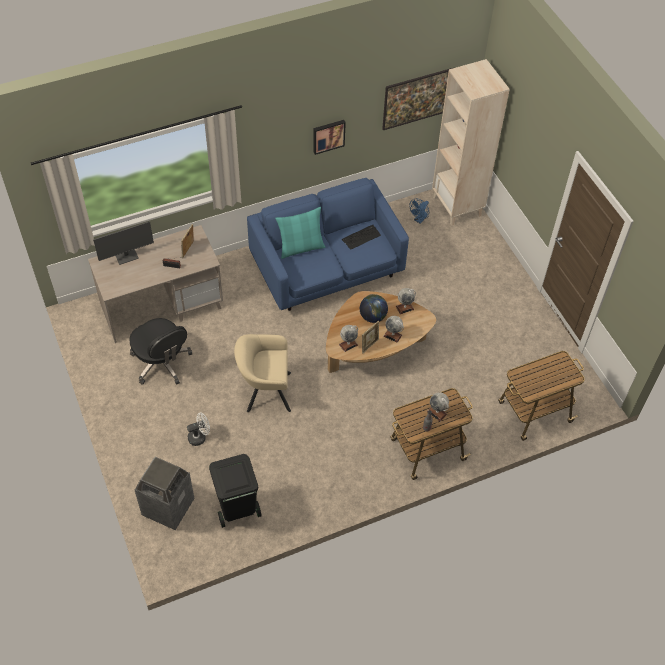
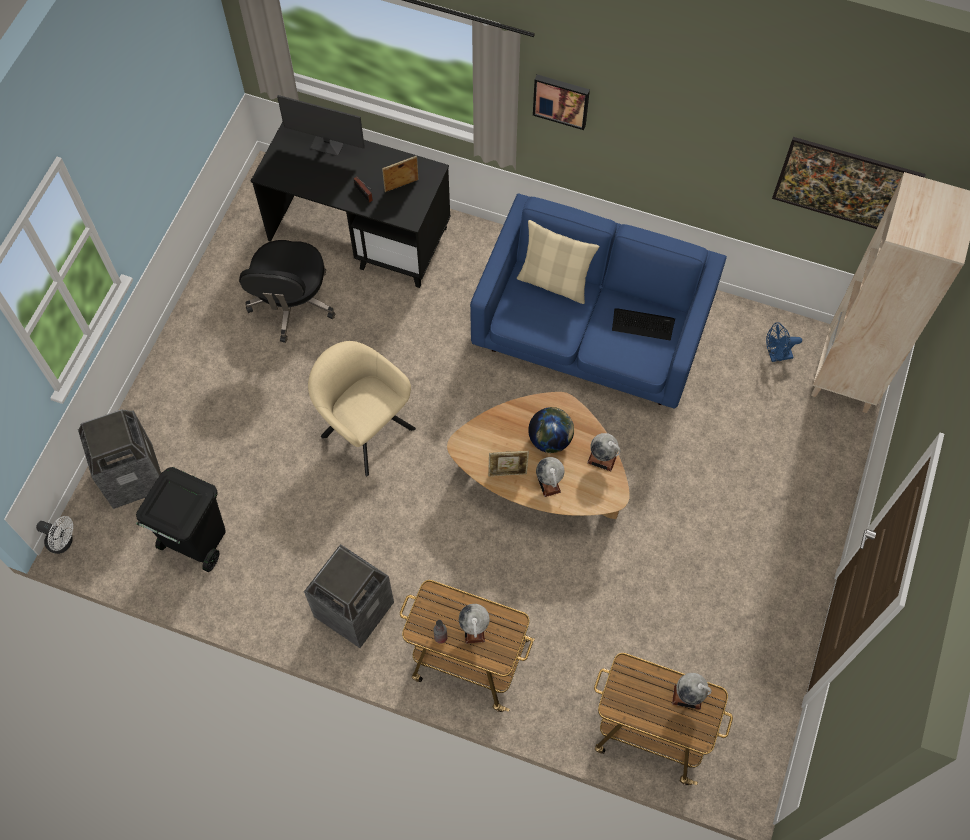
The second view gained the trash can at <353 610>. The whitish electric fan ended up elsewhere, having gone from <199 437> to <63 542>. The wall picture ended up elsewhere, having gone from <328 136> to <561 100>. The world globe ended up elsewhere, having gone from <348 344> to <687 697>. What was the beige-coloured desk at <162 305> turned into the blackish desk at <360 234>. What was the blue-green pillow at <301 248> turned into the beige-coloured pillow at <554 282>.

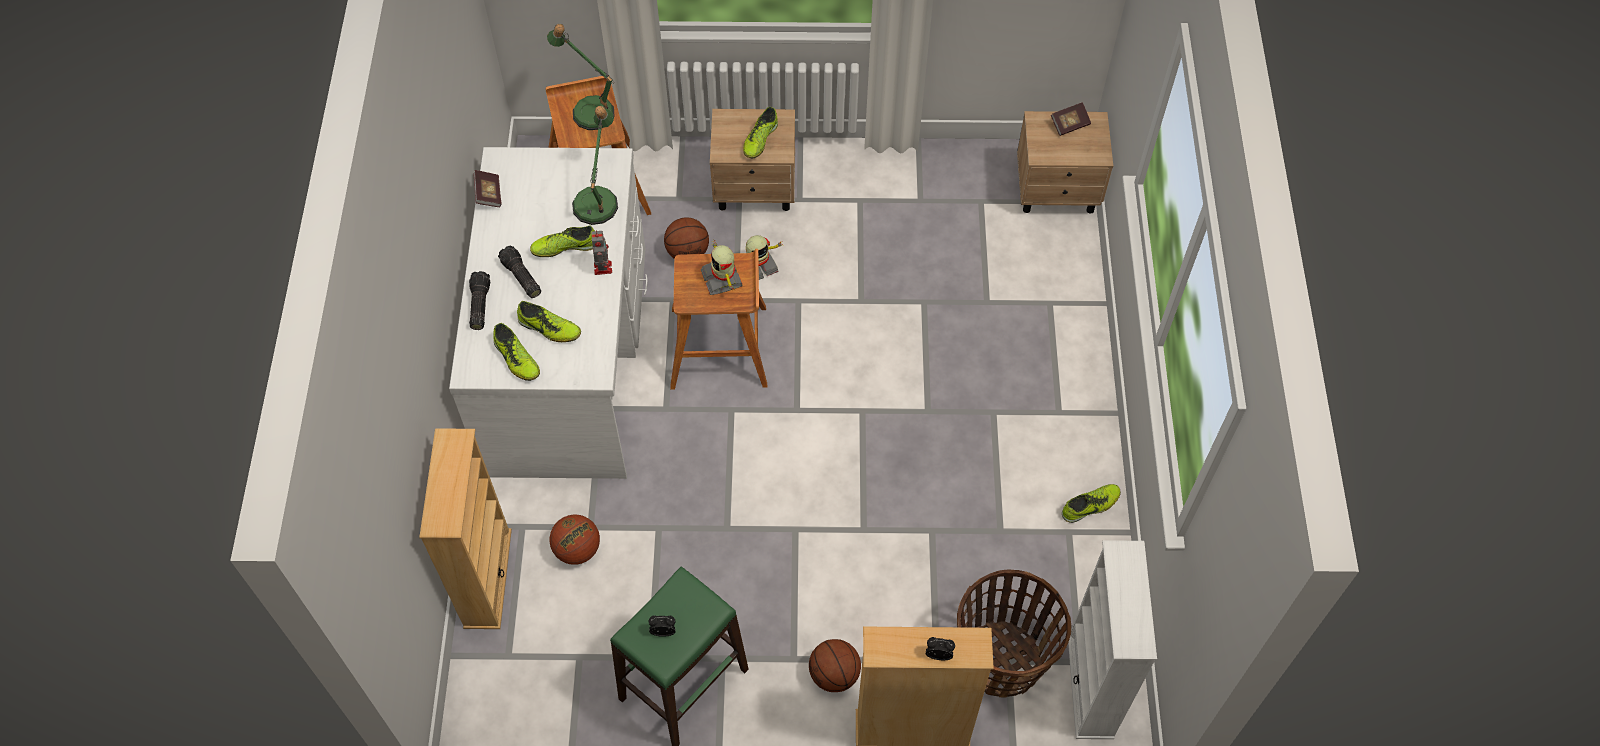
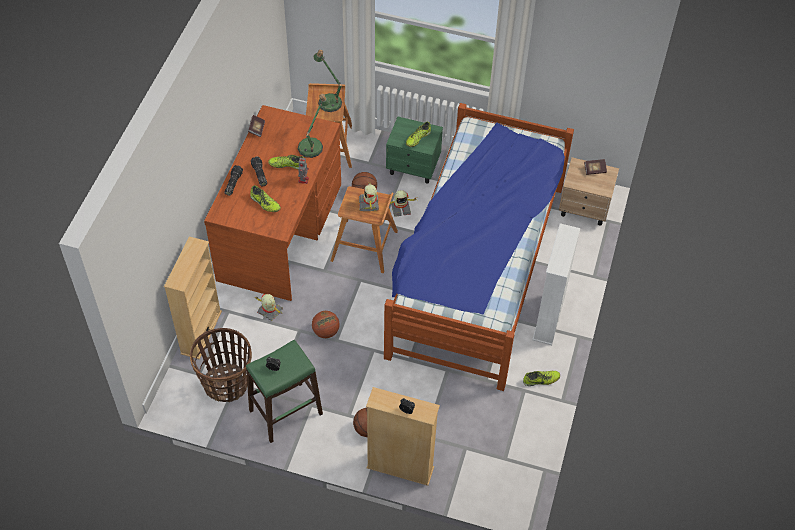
The second view lost the item of footwear at <516 359>. The second view gained the toy robot at <269 311>. The second view gained the sleeping bed at <476 269>. The basketball ball ended up elsewhere, having gone from <577 549> to <326 331>. The basket ended up elsewhere, having gone from <1001 660> to <226 383>. The whitish shelving unit ended up elsewhere, having gone from <1090 684> to <548 319>. What was the whitish desk at <568 359> turned into the brown-coloured desk at <281 232>. What was the beige-coloured bedside table at <756 188> turned into the greenish bedside table at <414 167>.

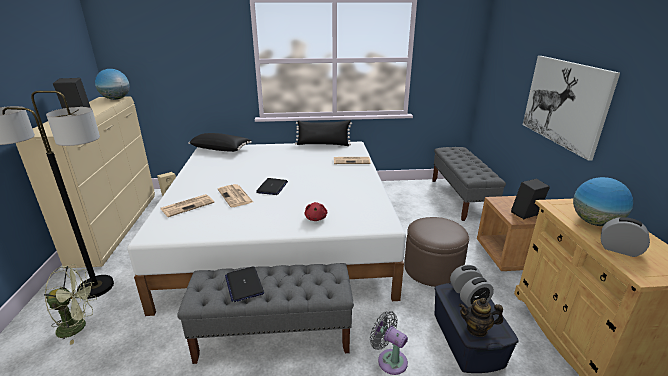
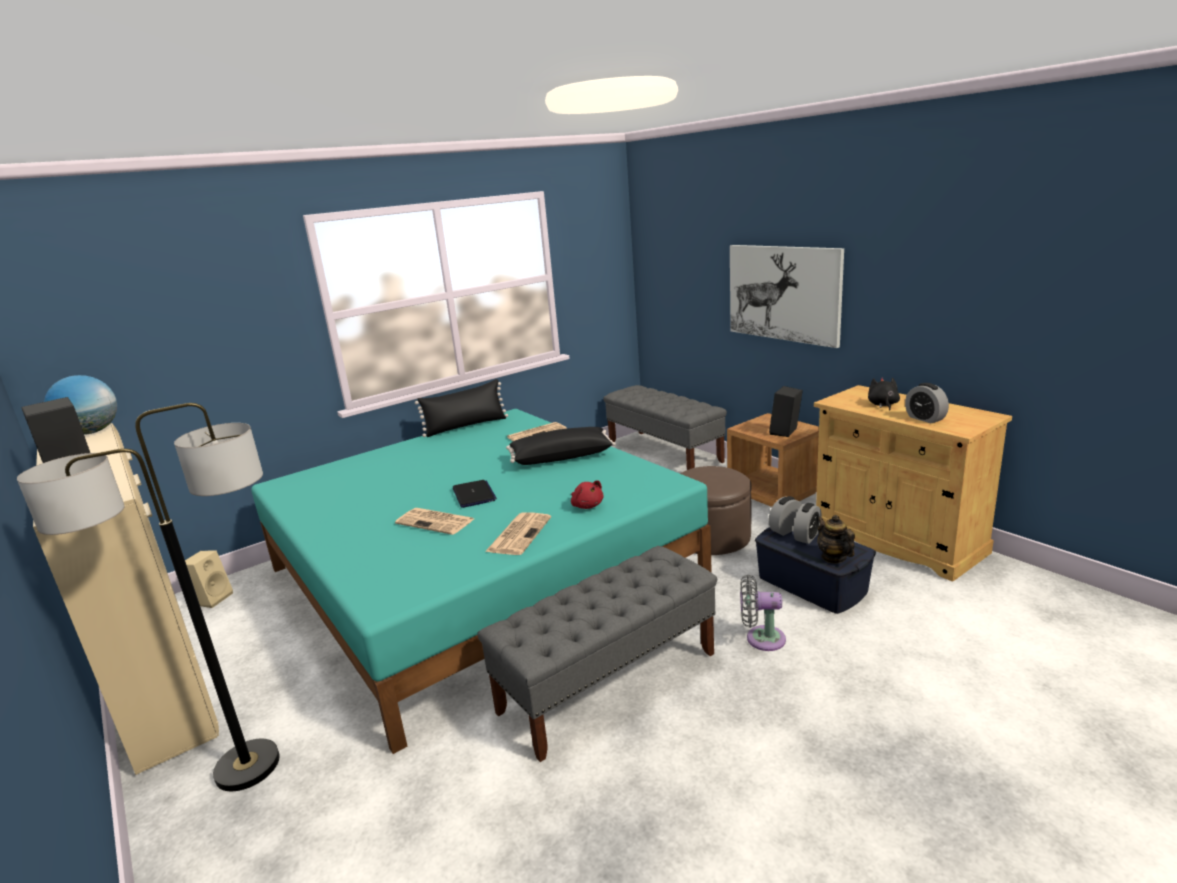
The second view lost the greenish electric fan at <78 326>. The second view lost the laptop at <244 284>. The printed paper ended up elsewhere, having gone from <188 205> to <519 534>. The blackish pillow ended up elsewhere, having gone from <221 149> to <561 457>. Where the world globe stood at <594 222>, the blackish plush toy came to stand at <883 405>. What was the whitish sleeping bed at <281 234> turned into the blue-green sleeping bed at <479 575>. The teapot at <477 329> ended up facing another way, 90 degrees clockwise from before. The alarm clock at <619 250> ended up facing another way, 120 degrees counterclockwise from before.

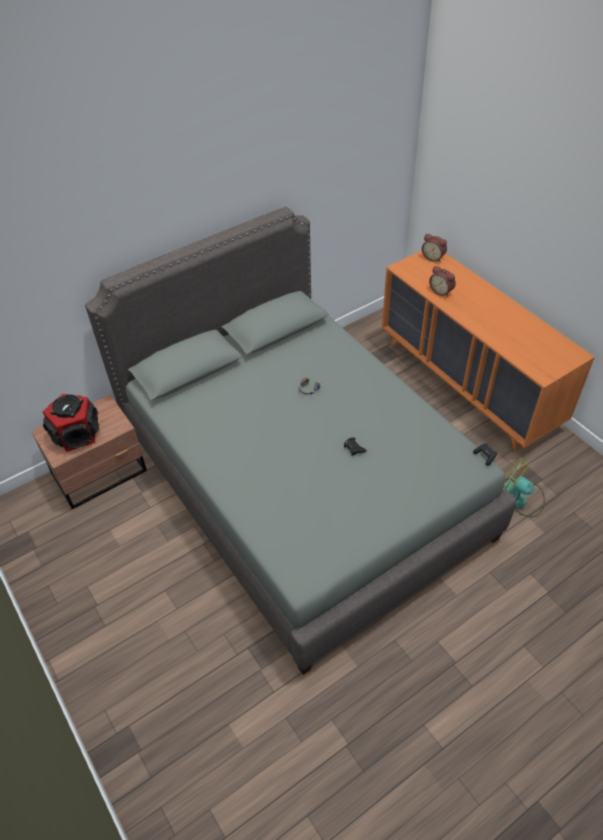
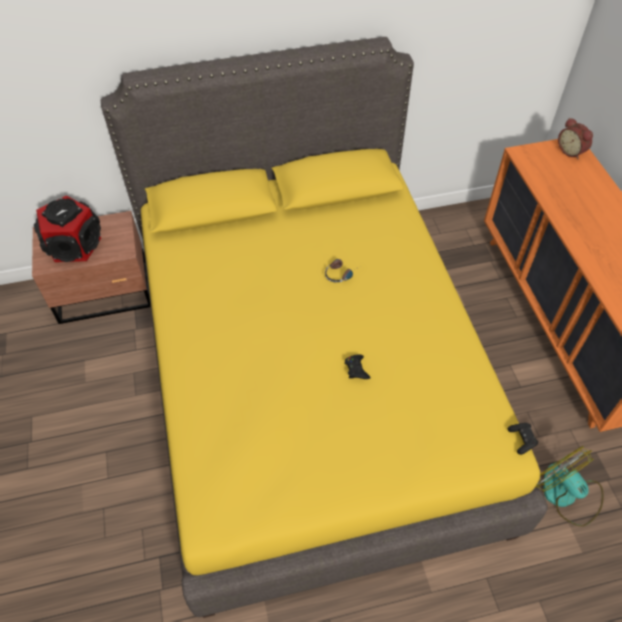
The second view lost the alarm clock at <441 291>. What was the gray sleeping bed at <302 484> turned into the yellow-coloured sleeping bed at <310 381>.

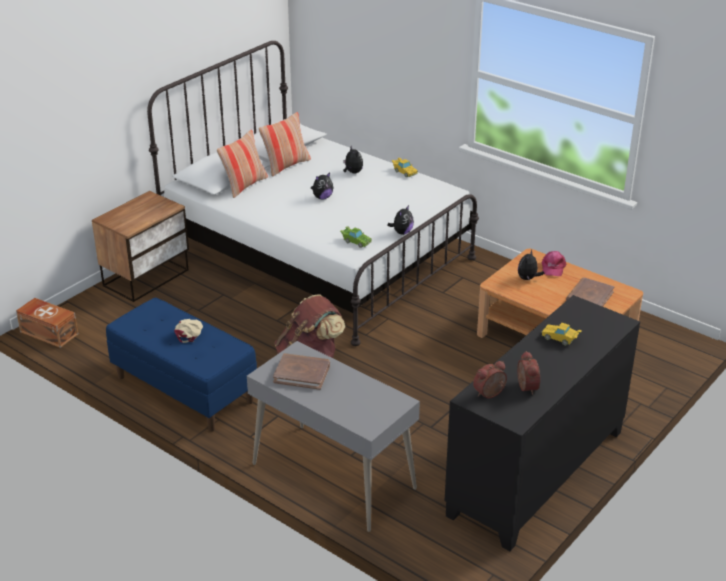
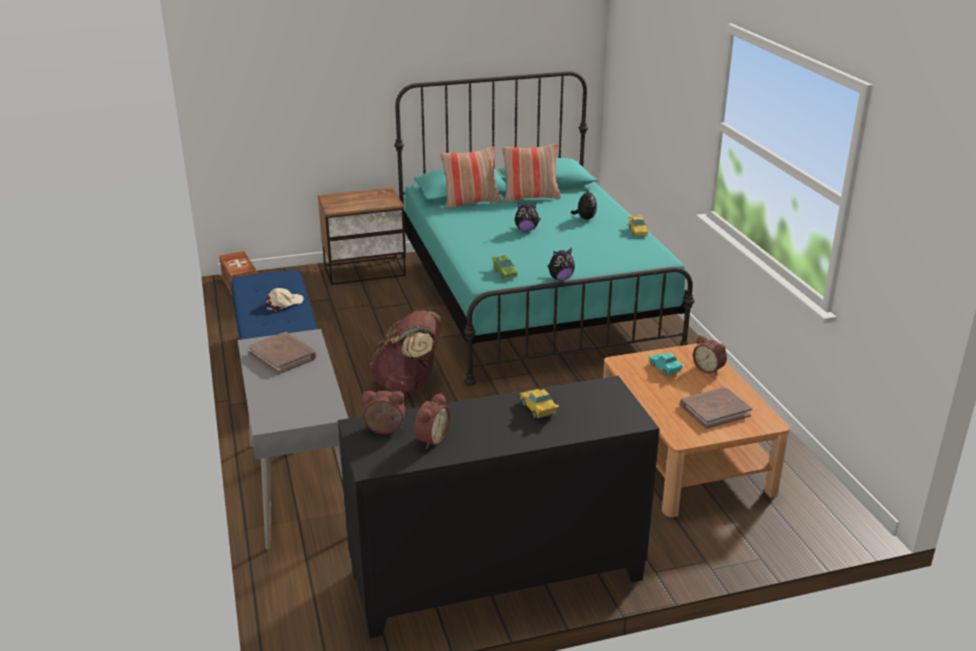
Where the plush toy stood at <528 278>, the blue-green toy car came to stand at <666 369>. Where the pinkish cap stood at <553 267>, the alarm clock came to stand at <709 369>. What was the whitish sleeping bed at <317 255> turned into the blue-green sleeping bed at <531 300>.

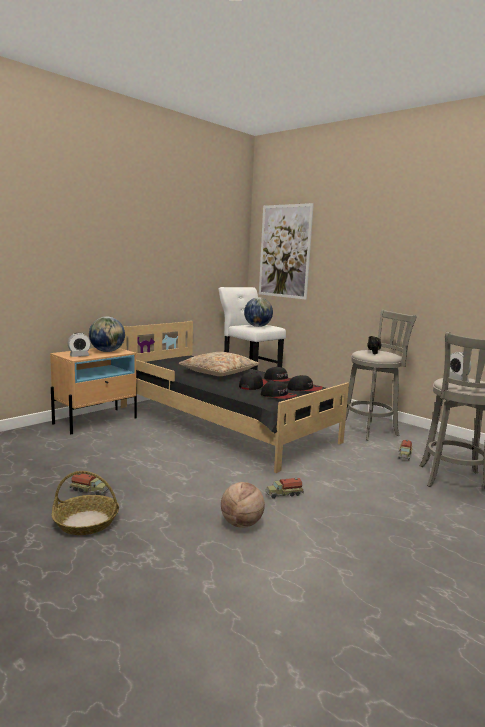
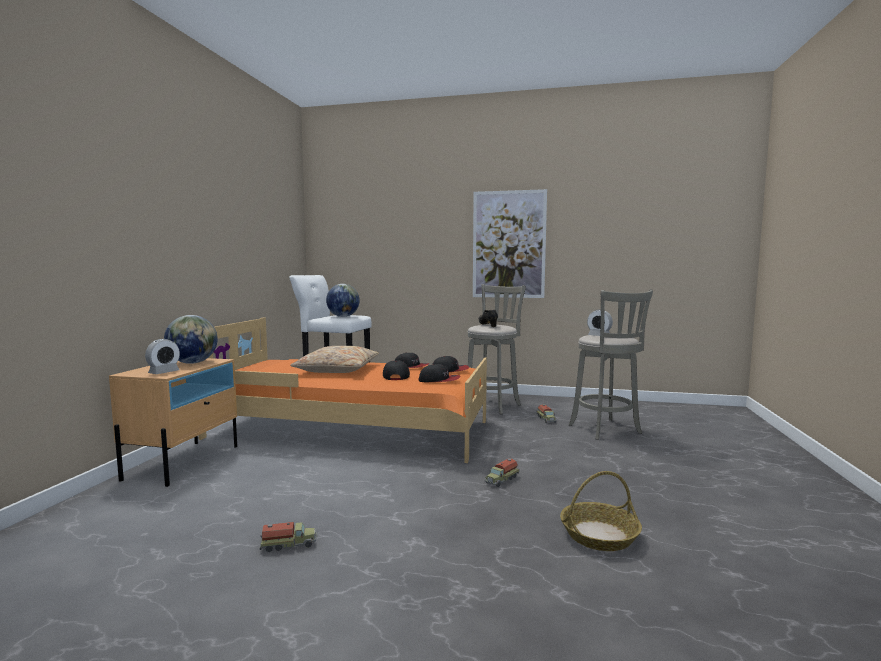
The second view lost the basketball ball at <241 524>. The basket ended up elsewhere, having gone from <85 522> to <599 535>. The wall picture ended up elsewhere, having gone from <284 251> to <508 244>. What was the blackish sleeping bed at <225 424> turned into the orange sleeping bed at <352 429>.

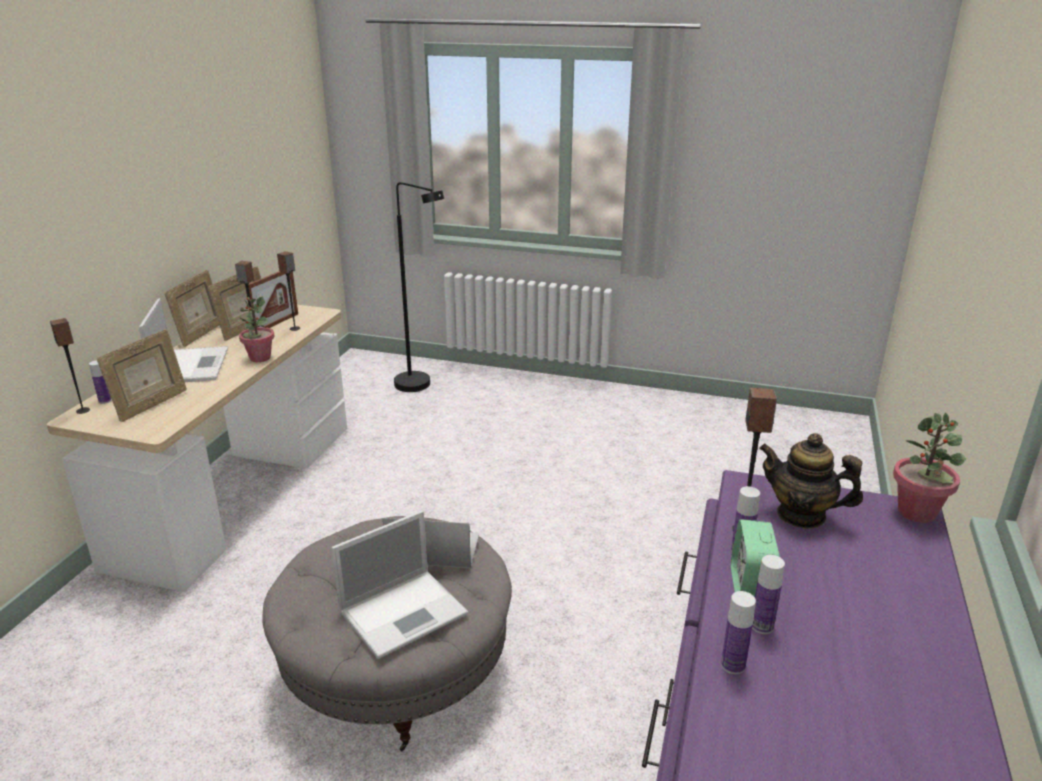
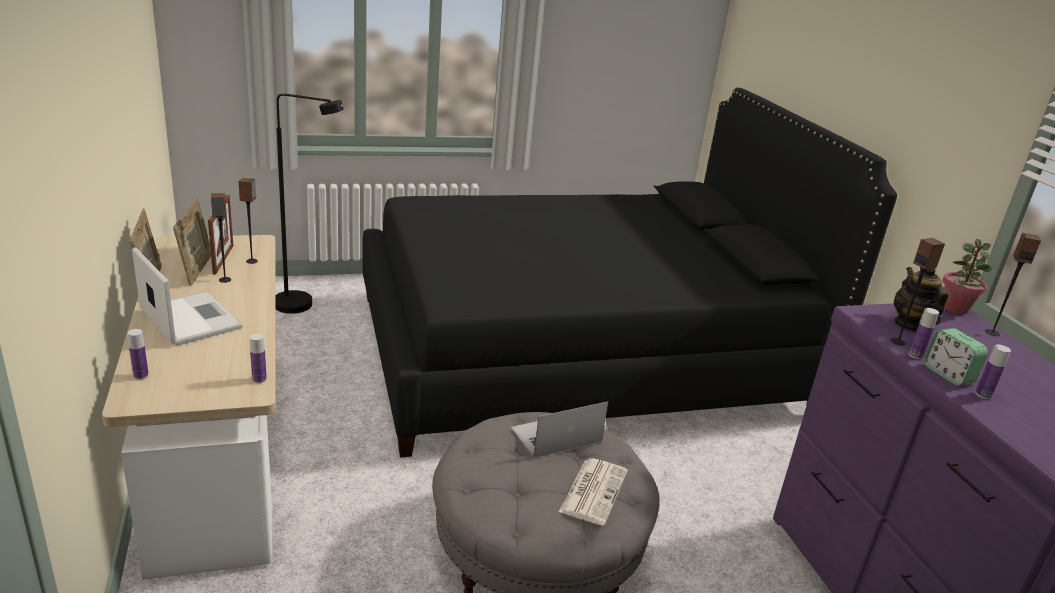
The second view lost the photo frame at <151 406>. The second view lost the potted plant at <260 358>. The second view gained the blackish sleeping bed at <578 353>. The speaker ended up elsewhere, having gone from <83 410> to <992 332>. The bottle ended up elsewhere, having gone from <733 665> to <259 379>. Where the laptop stood at <405 611>, the printed paper came to stand at <593 490>. The teapot at <801 515> ended up facing another way, 90 degrees clockwise from before.

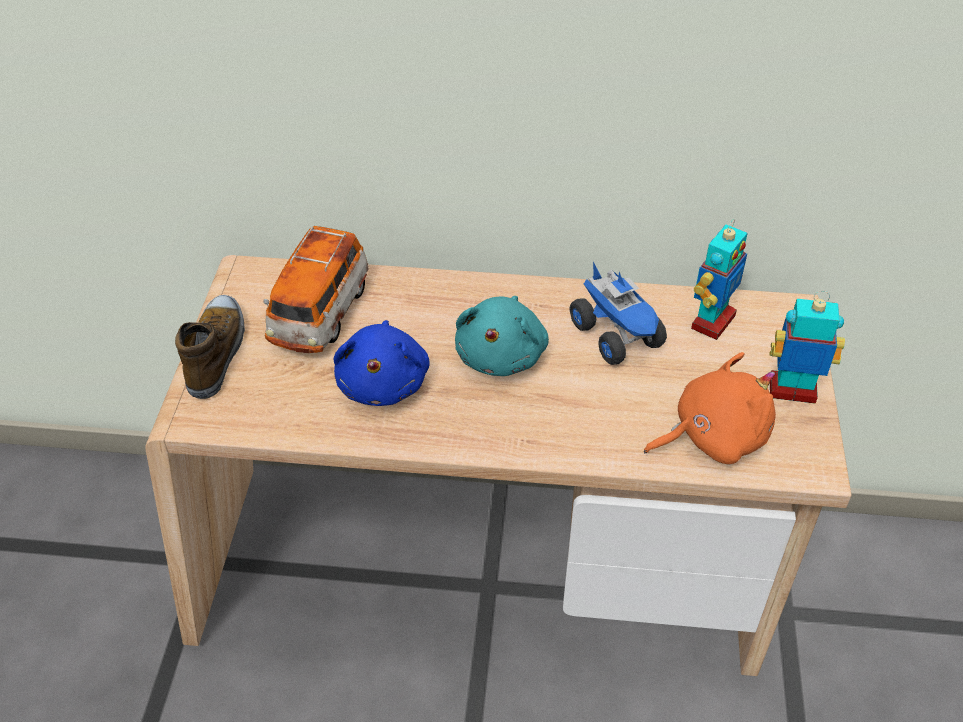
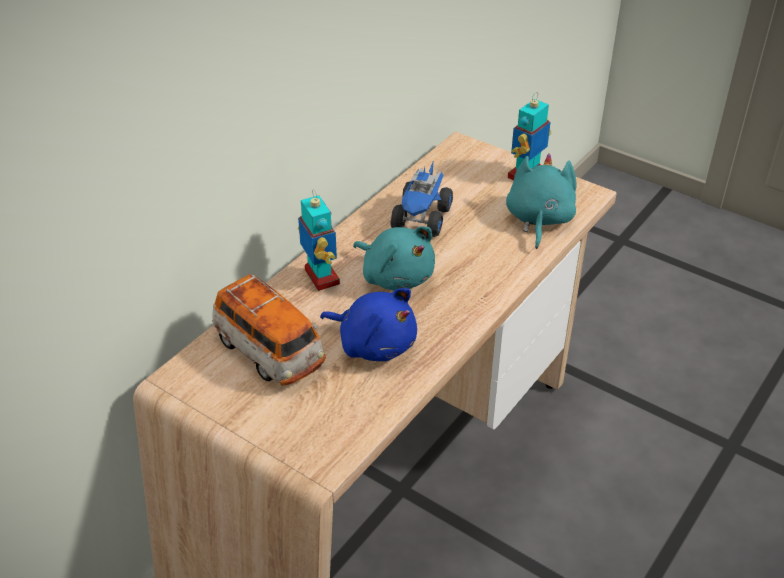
The second view lost the item of footwear at <216 352>. The toy robot ended up elsewhere, having gone from <711 322> to <321 277>. What was the orange plush toy at <712 437> turned into the blue-green plush toy at <538 219>. The toy lorry at <617 335> ended up facing another way, 105 degrees clockwise from before.

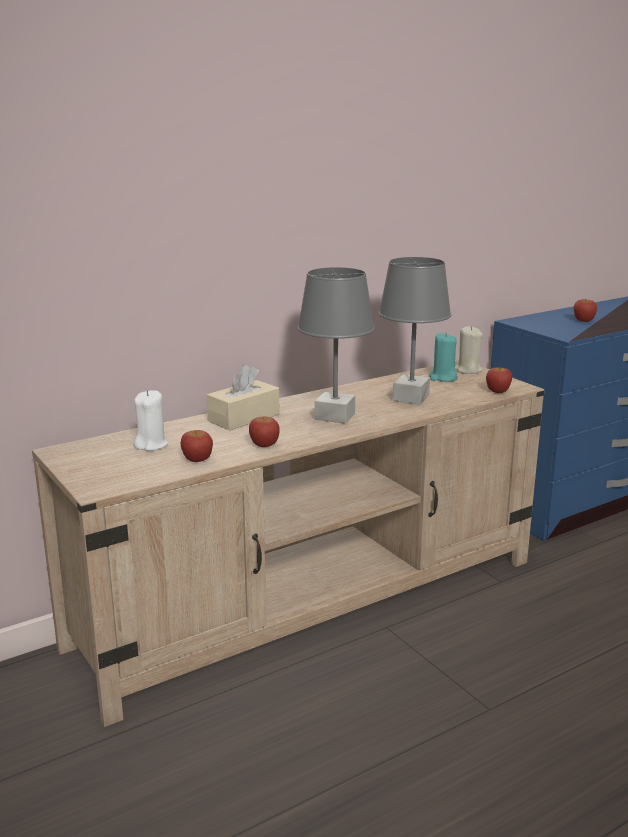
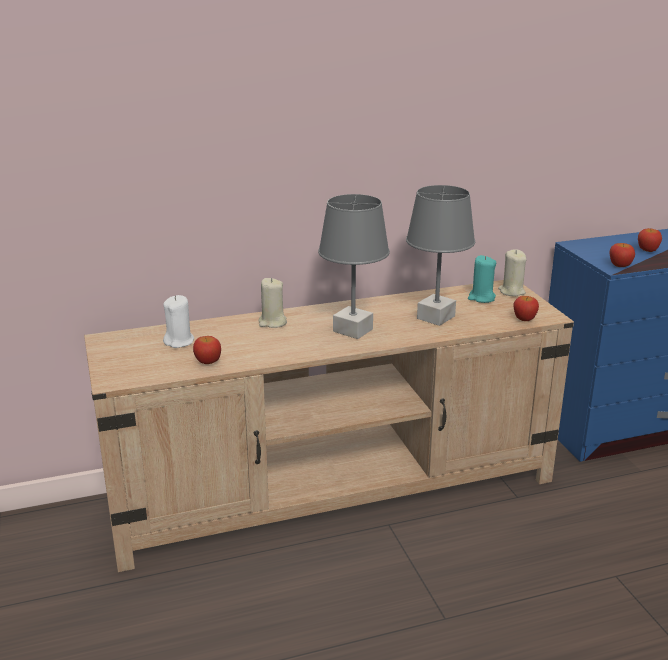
The apple ended up elsewhere, having gone from <264 445> to <620 265>. Where the beige-coloured tissue holder stood at <244 418>, the beige-coloured wax light came to stand at <272 322>.

